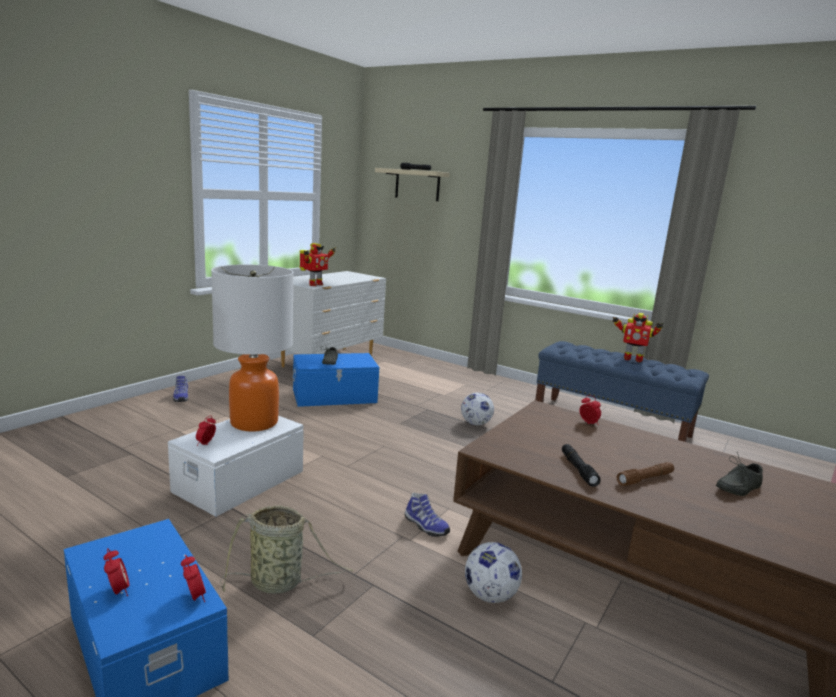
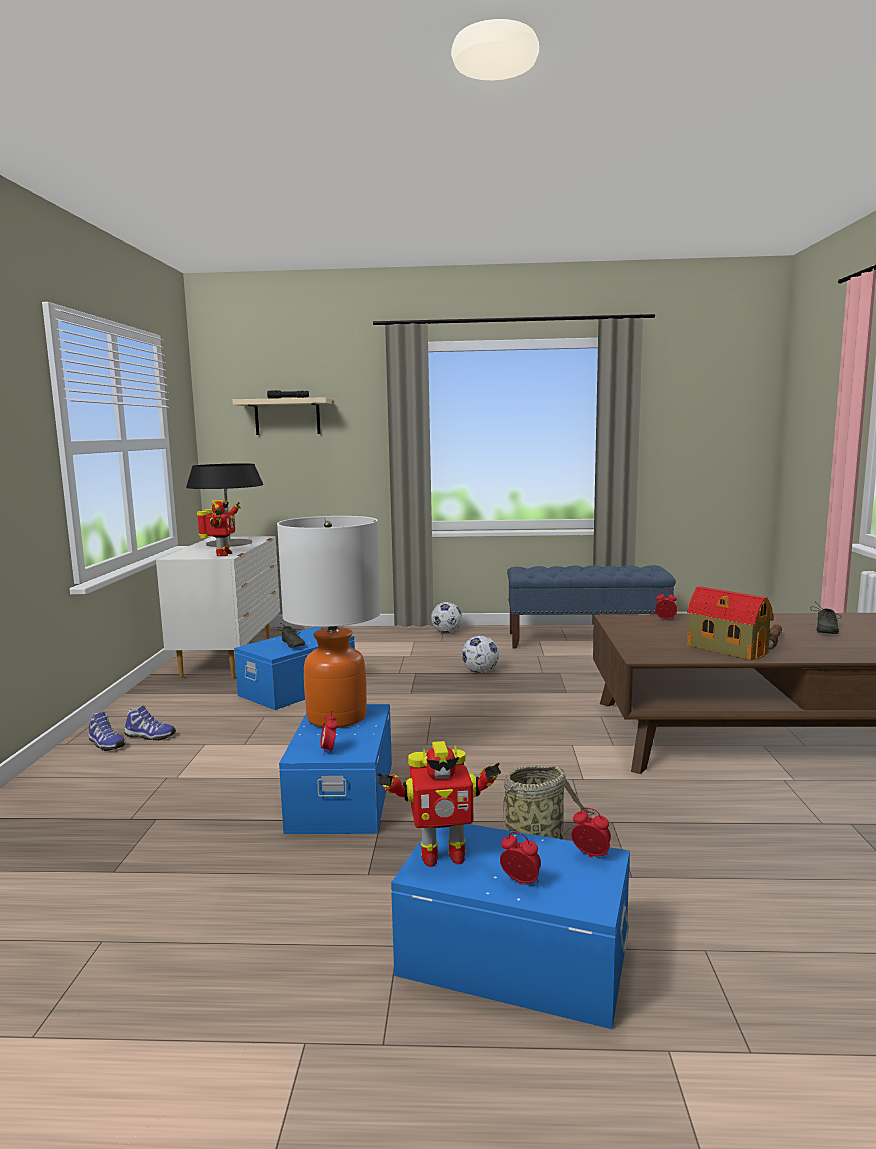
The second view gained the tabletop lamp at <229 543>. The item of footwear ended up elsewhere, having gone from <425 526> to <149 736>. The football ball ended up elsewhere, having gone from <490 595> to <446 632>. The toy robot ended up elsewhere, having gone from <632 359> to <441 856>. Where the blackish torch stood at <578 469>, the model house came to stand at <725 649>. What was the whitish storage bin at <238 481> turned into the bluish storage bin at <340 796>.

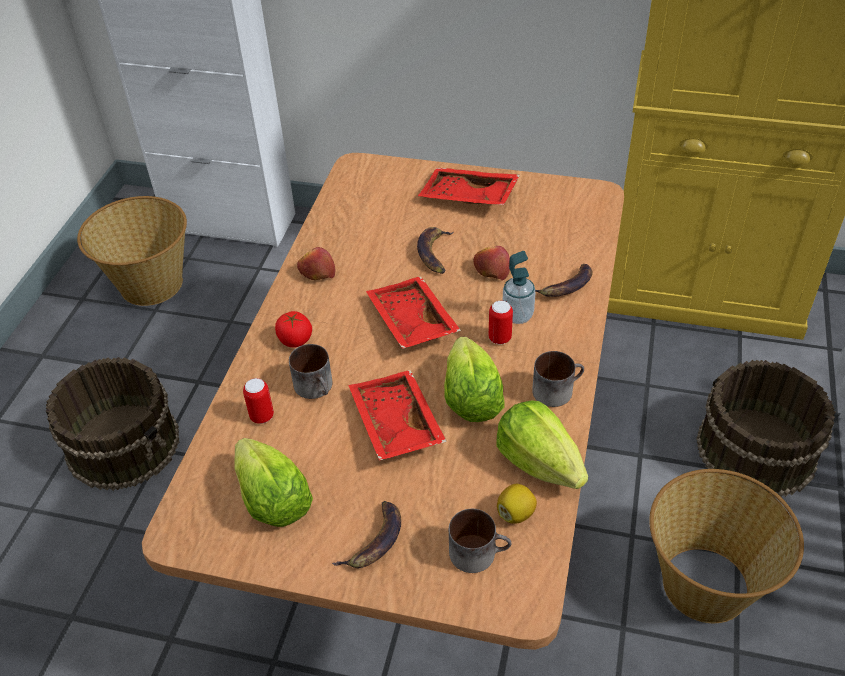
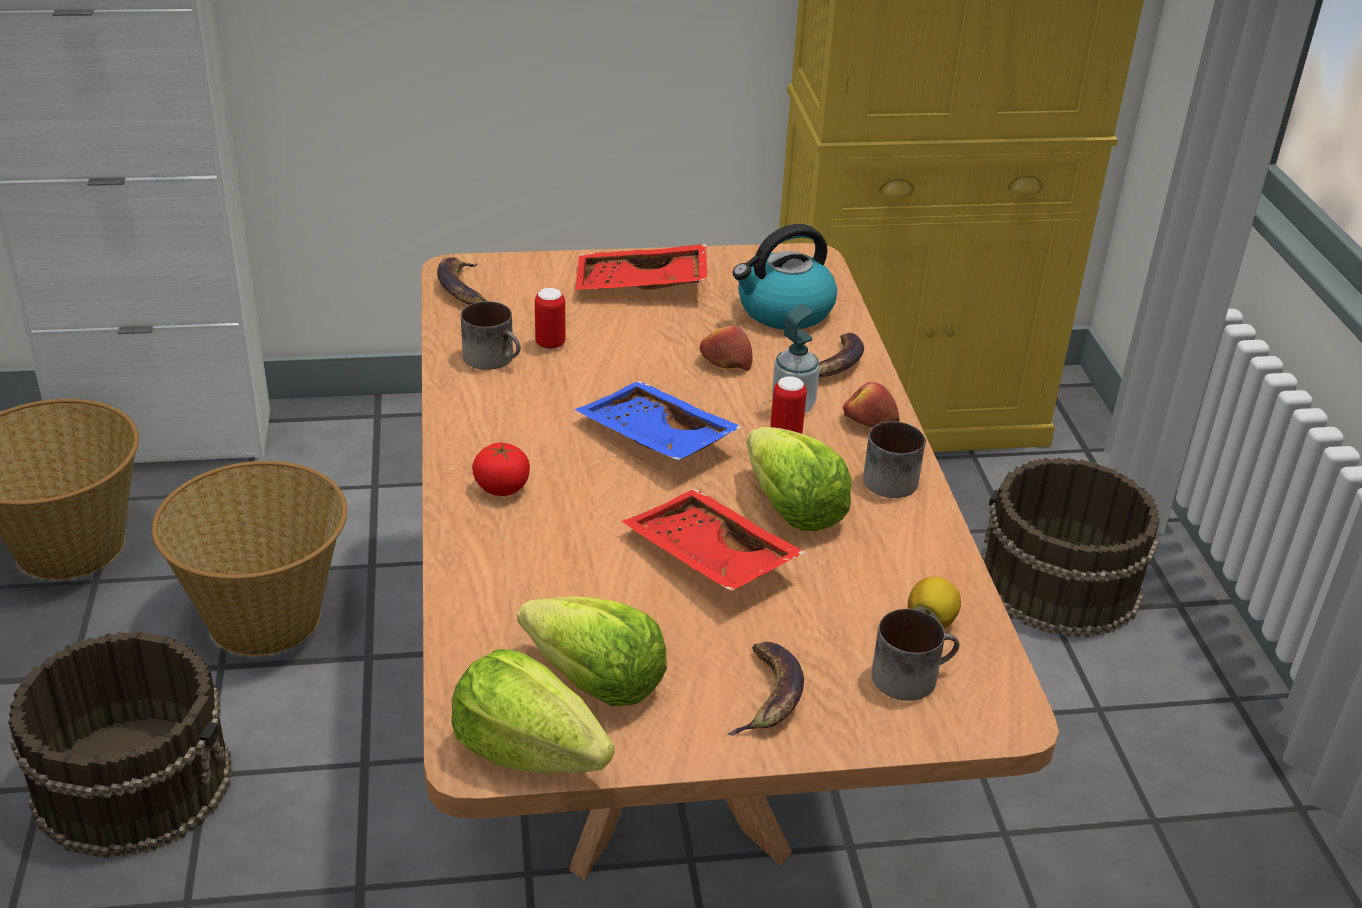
The second view gained the water kettle at <784 311>. The metal can ended up elsewhere, having gone from <262 416> to <550 344>. The coffee mug ended up elsewhere, having gone from <317 387> to <495 358>. The apple ended up elsewhere, having gone from <317 272> to <869 421>. The banana ended up elsewhere, having gone from <434 253> to <462 288>. The lettuce head ended up elsewhere, having gone from <539 463> to <528 751>. The basket ended up elsewhere, having gone from <706 583> to <266 617>. What was the reddish tray at <410 322> turned into the bluish tray at <654 439>.

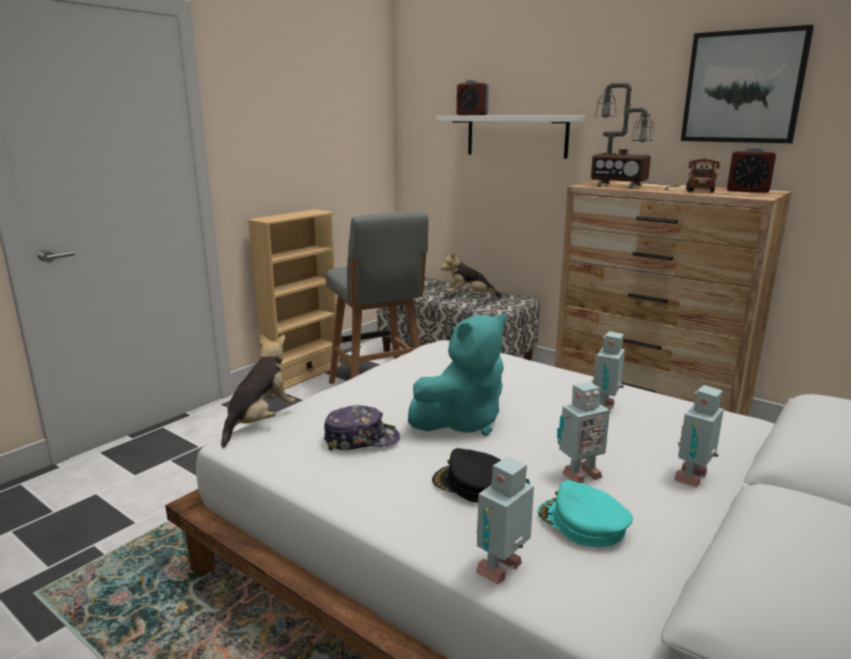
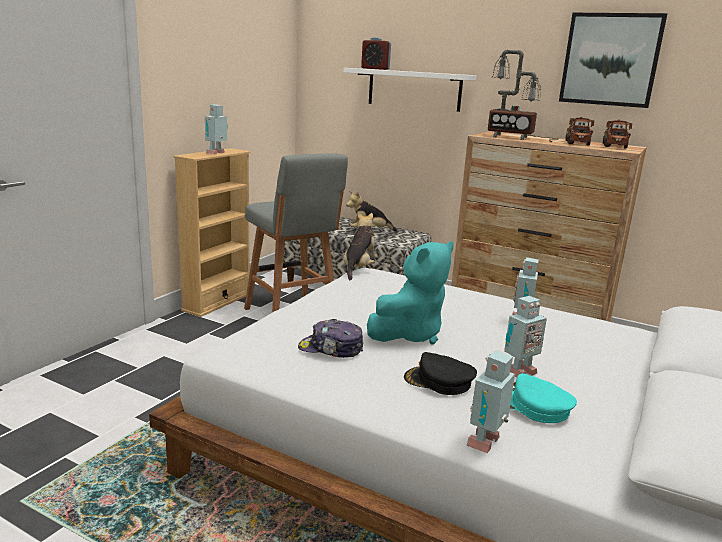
The plush toy ended up elsewhere, having gone from <260 421> to <359 268>. The toy robot ended up elsewhere, having gone from <694 478> to <217 153>. Where the alarm clock stood at <747 191>, the toy lorry came to stand at <614 145>. The cap at <361 439> ended up facing another way, 150 degrees counterclockwise from before.

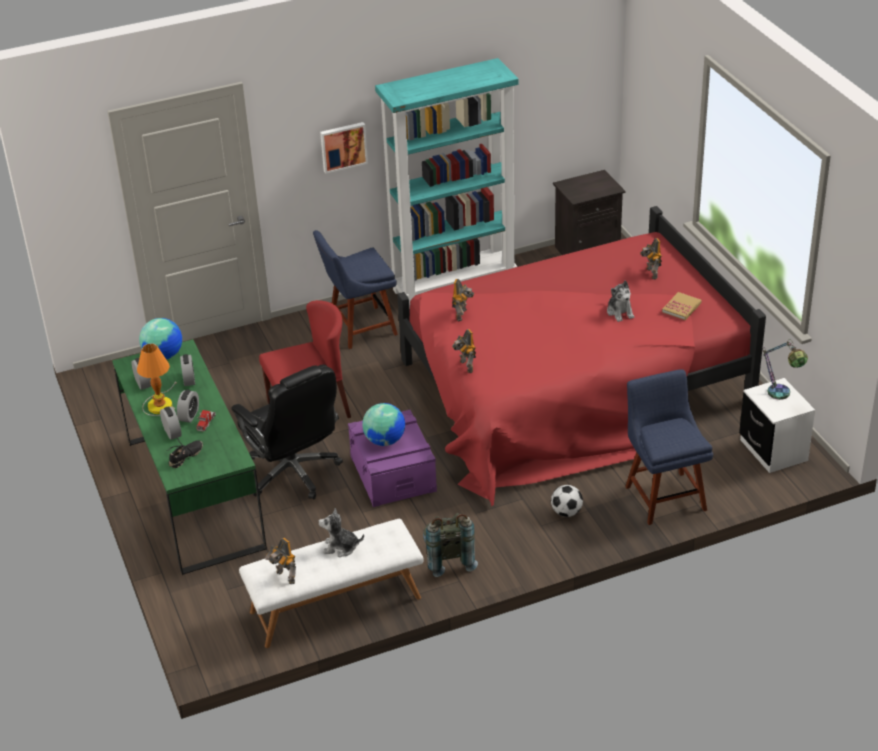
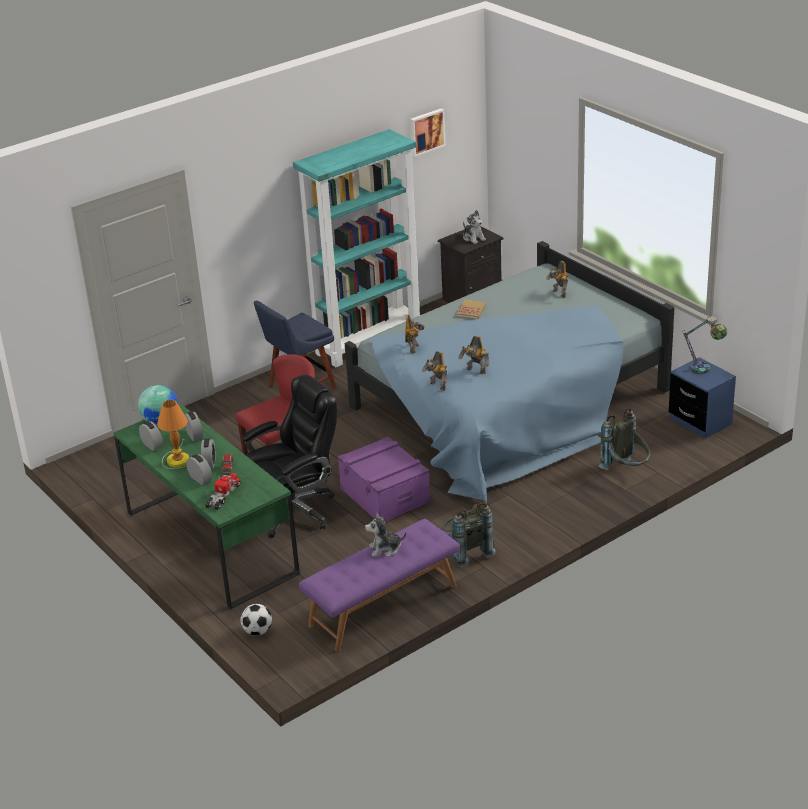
The second view lost the world globe at <385 440>. The toy robot ended up elsewhere, having gone from <285 577> to <475 371>. The wall picture ended up elsewhere, having gone from <343 146> to <426 131>. The football ball ended up elsewhere, having gone from <566 512> to <257 631>. The plush toy ended up elsewhere, having gone from <620 312> to <473 238>. The volume ended up elsewhere, having gone from <681 307> to <471 311>. Where the blackish item of footwear stood at <186 457>, the toy lorry came to stand at <223 496>. Where the bluish plain chair stood at <664 495>, the gray rucksack came to stand at <626 470>. What was the whitish bench at <335 605> turned into the purple-coloured bench at <383 606>. What was the reddish sleeping bed at <571 390> turned into the bluish sleeping bed at <510 405>. What was the whitish bedside table at <773 450> turned into the bluish bedside table at <700 421>. The blackish office chair at <293 473> ended up facing another way, 75 degrees counterclockwise from before.

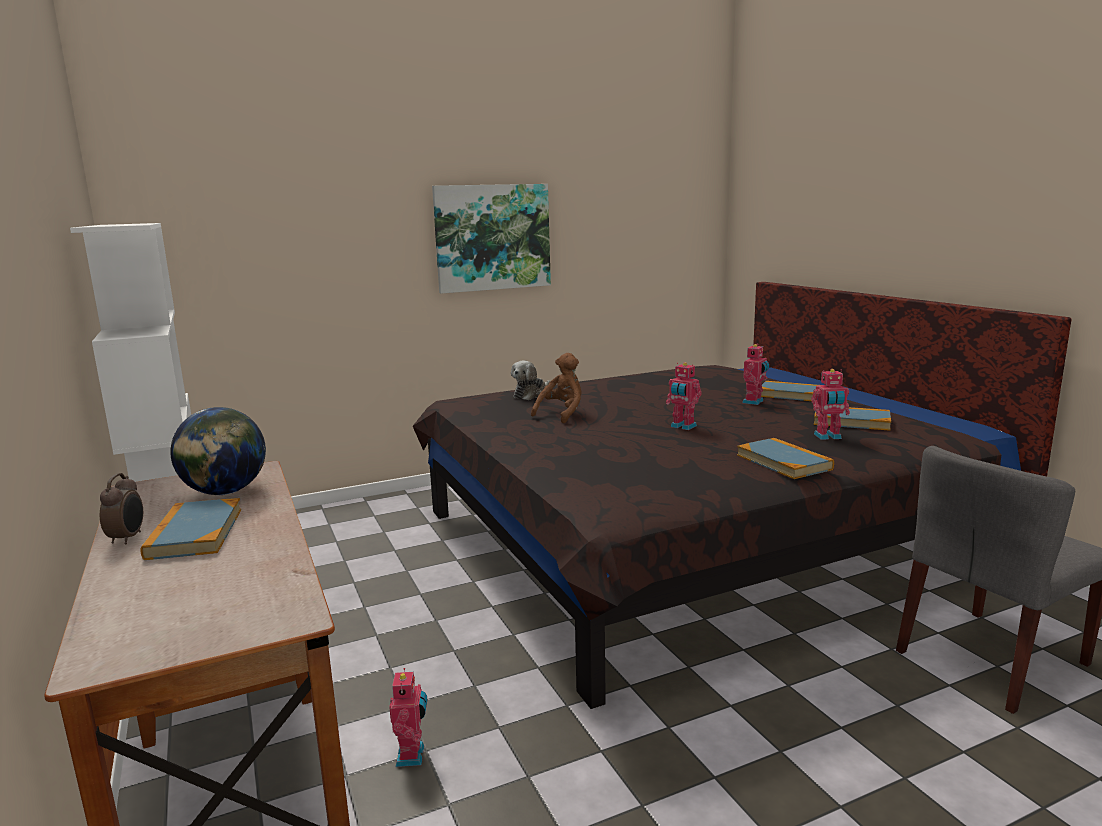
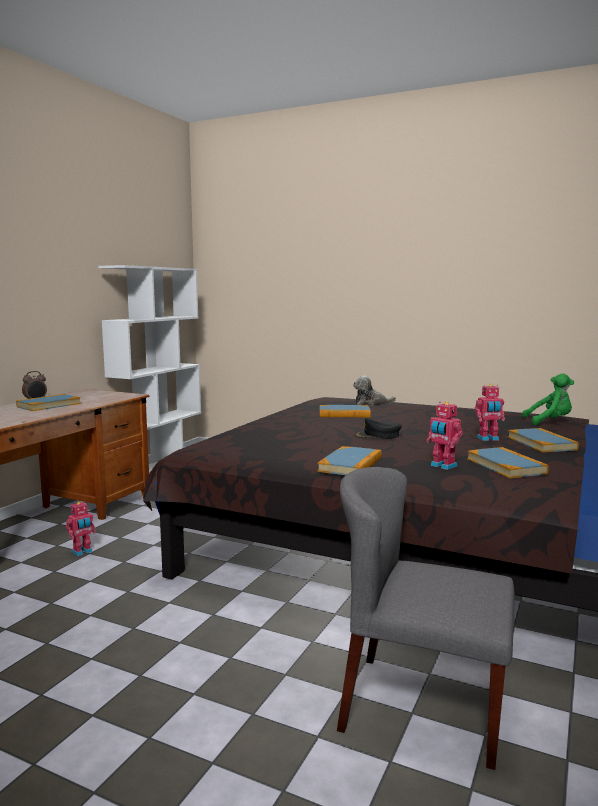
The second view lost the world globe at <225 492>. The second view lost the wall picture at <492 237>. The second view gained the greenish plush toy at <549 422>. Where the brown-coloured plush toy stood at <562 414>, the volume came to stand at <344 414>. Where the toy robot stood at <682 427>, the blackish cap came to stand at <378 435>.

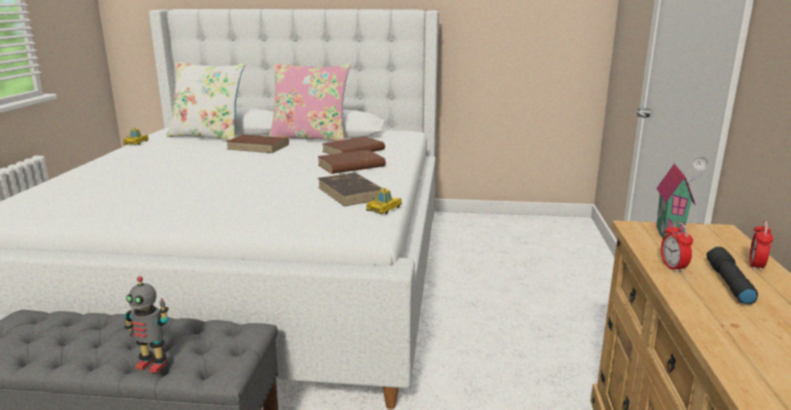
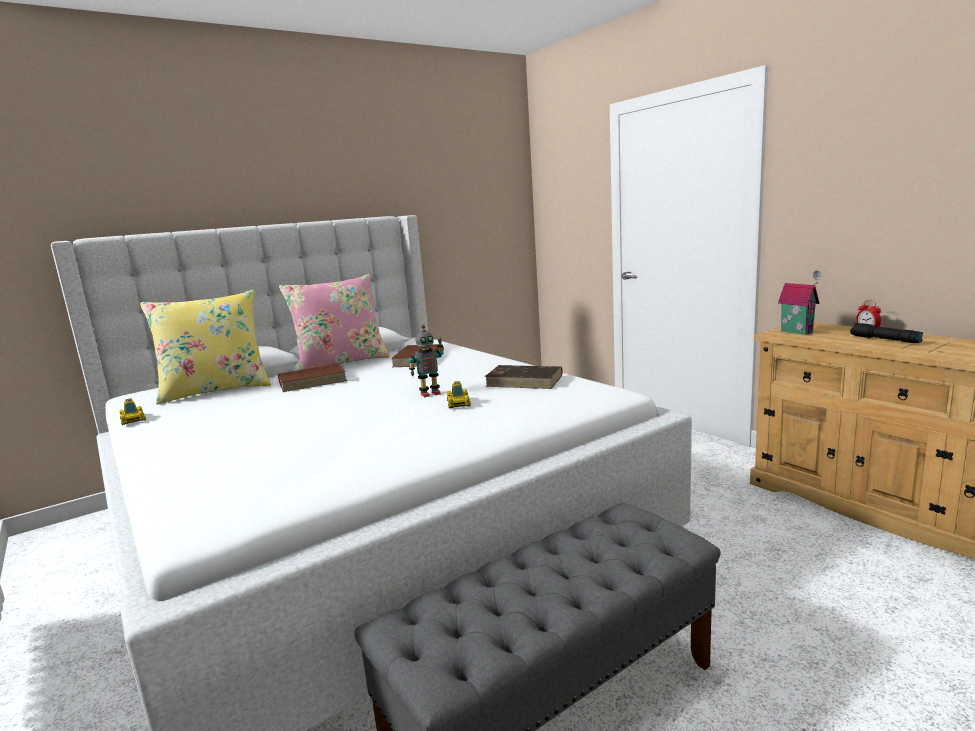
The second view lost the brown-coloured volume at <350 166>. The second view lost the alarm clock at <673 268>. The toy robot ended up elsewhere, having gone from <153 365> to <430 394>. The toy car ended up elsewhere, having gone from <384 209> to <458 403>. What was the whitish pillow at <208 136> turned into the yellow-coloured pillow at <216 390>.

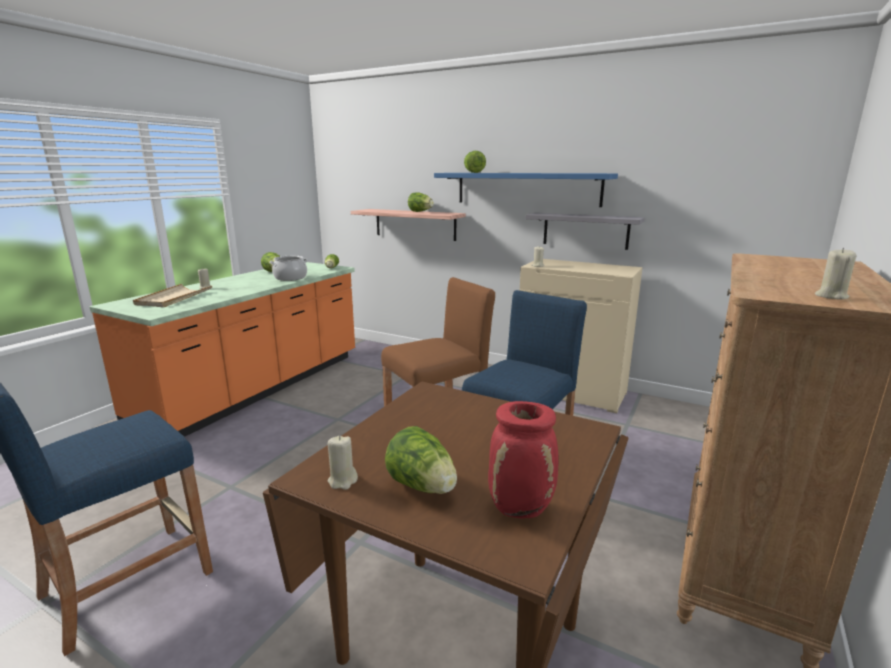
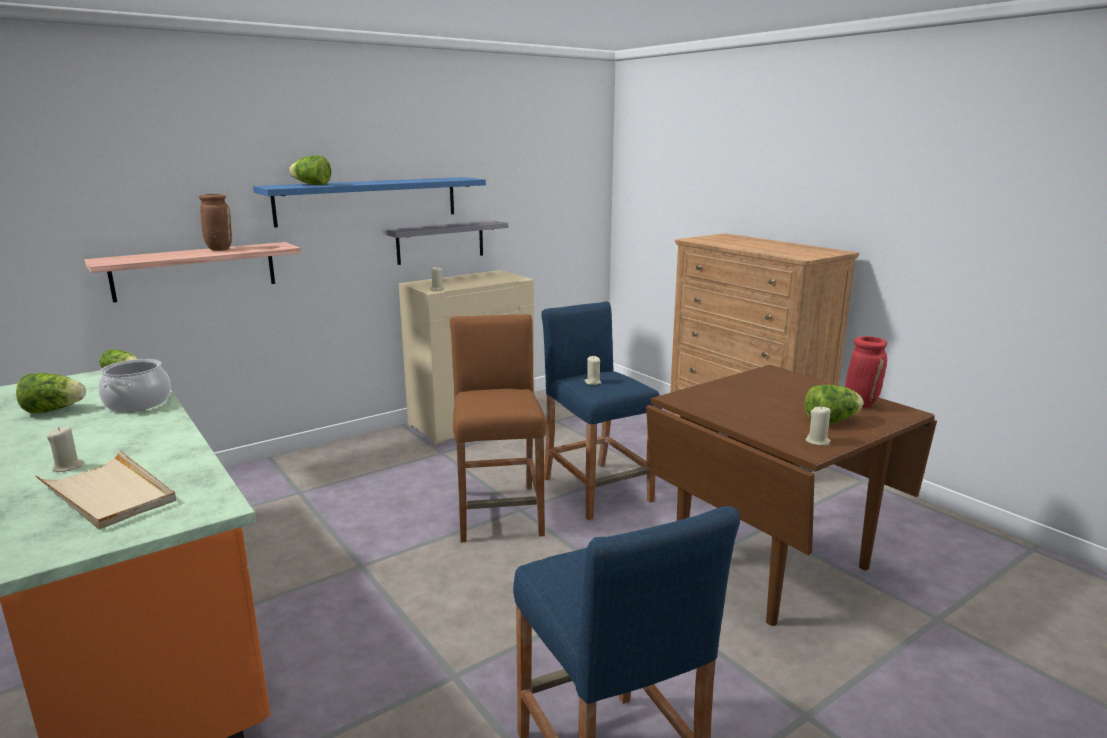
The beige-coloured wax light ended up elsewhere, having gone from <831 296> to <593 382>. Where the lettuce head stood at <420 212>, the brown-coloured flower vase came to stand at <219 249>.

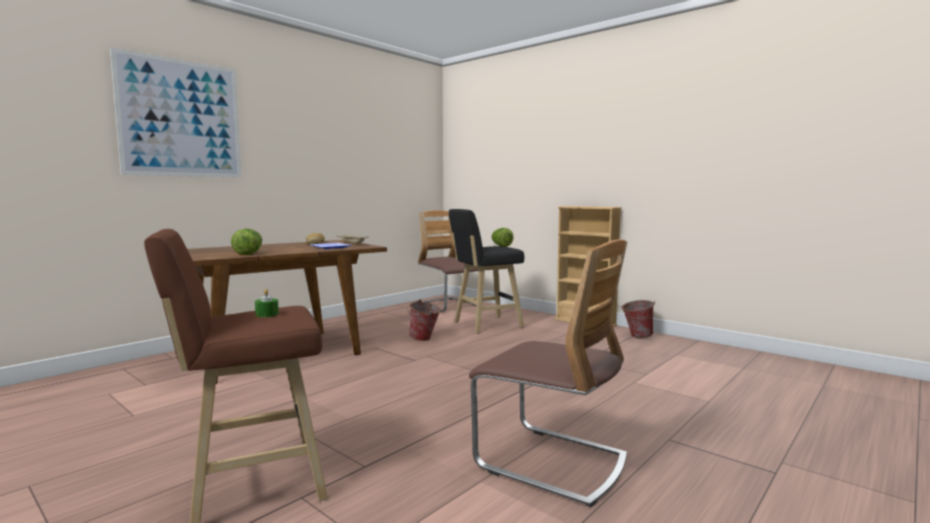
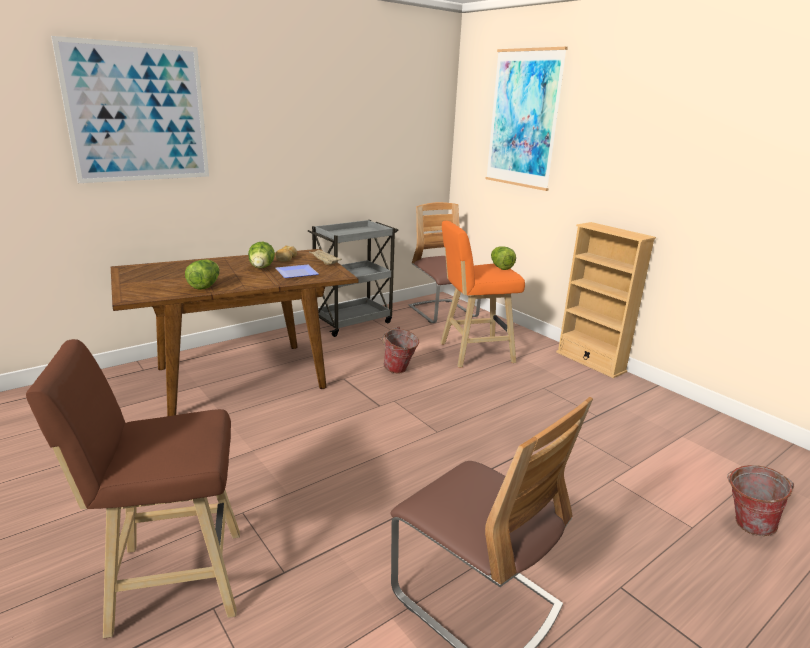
The second view lost the greenish wax light at <267 314>. The second view gained the lettuce head at <261 268>. The second view gained the gray cart at <353 322>. The second view gained the wall picture at <523 119>. The water bucket ended up elsewhere, having gone from <636 336> to <745 525>. What was the blackish sitting stool at <485 325> turned into the orange sitting stool at <473 353>.

